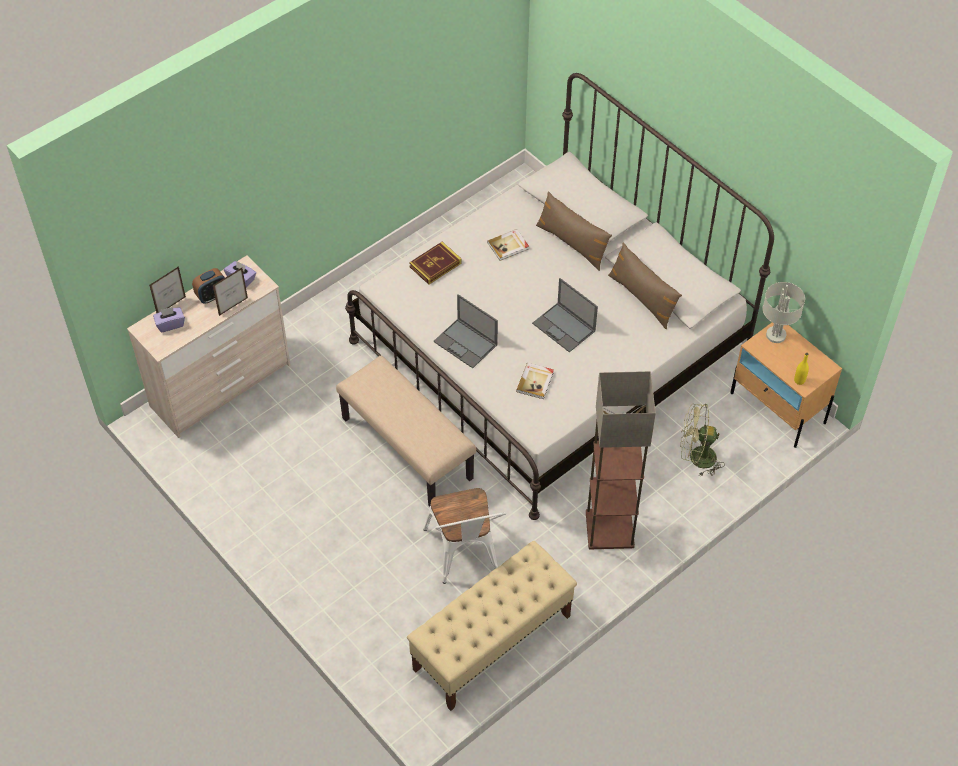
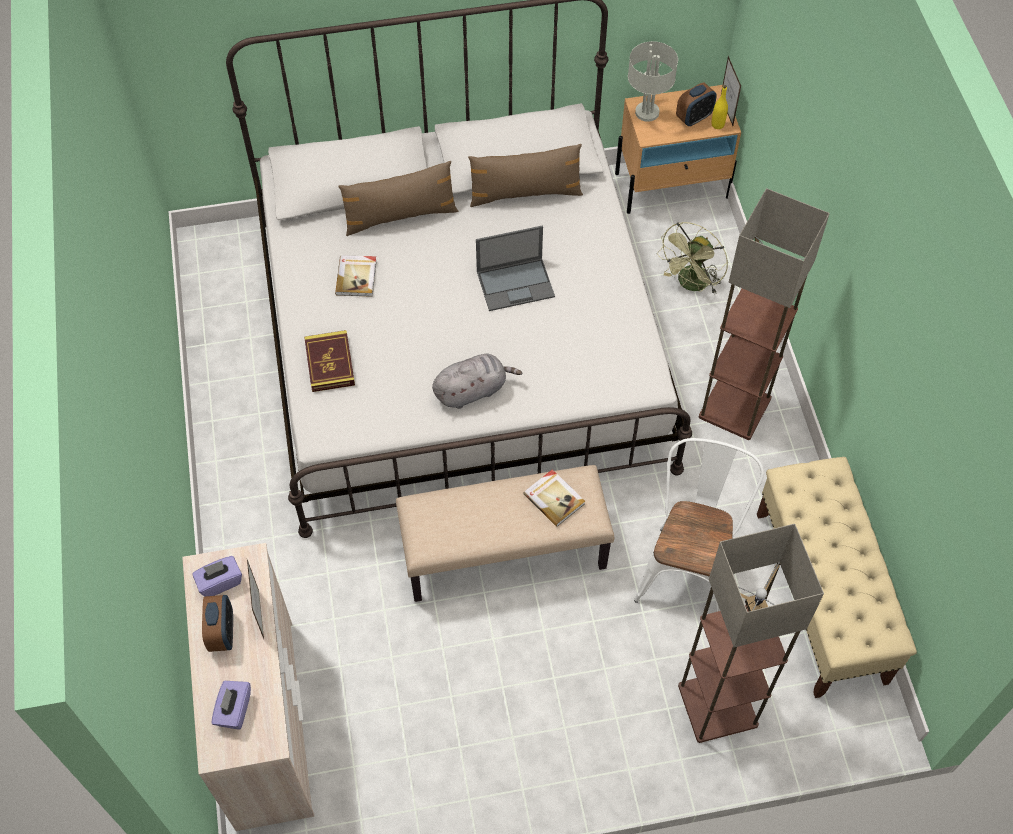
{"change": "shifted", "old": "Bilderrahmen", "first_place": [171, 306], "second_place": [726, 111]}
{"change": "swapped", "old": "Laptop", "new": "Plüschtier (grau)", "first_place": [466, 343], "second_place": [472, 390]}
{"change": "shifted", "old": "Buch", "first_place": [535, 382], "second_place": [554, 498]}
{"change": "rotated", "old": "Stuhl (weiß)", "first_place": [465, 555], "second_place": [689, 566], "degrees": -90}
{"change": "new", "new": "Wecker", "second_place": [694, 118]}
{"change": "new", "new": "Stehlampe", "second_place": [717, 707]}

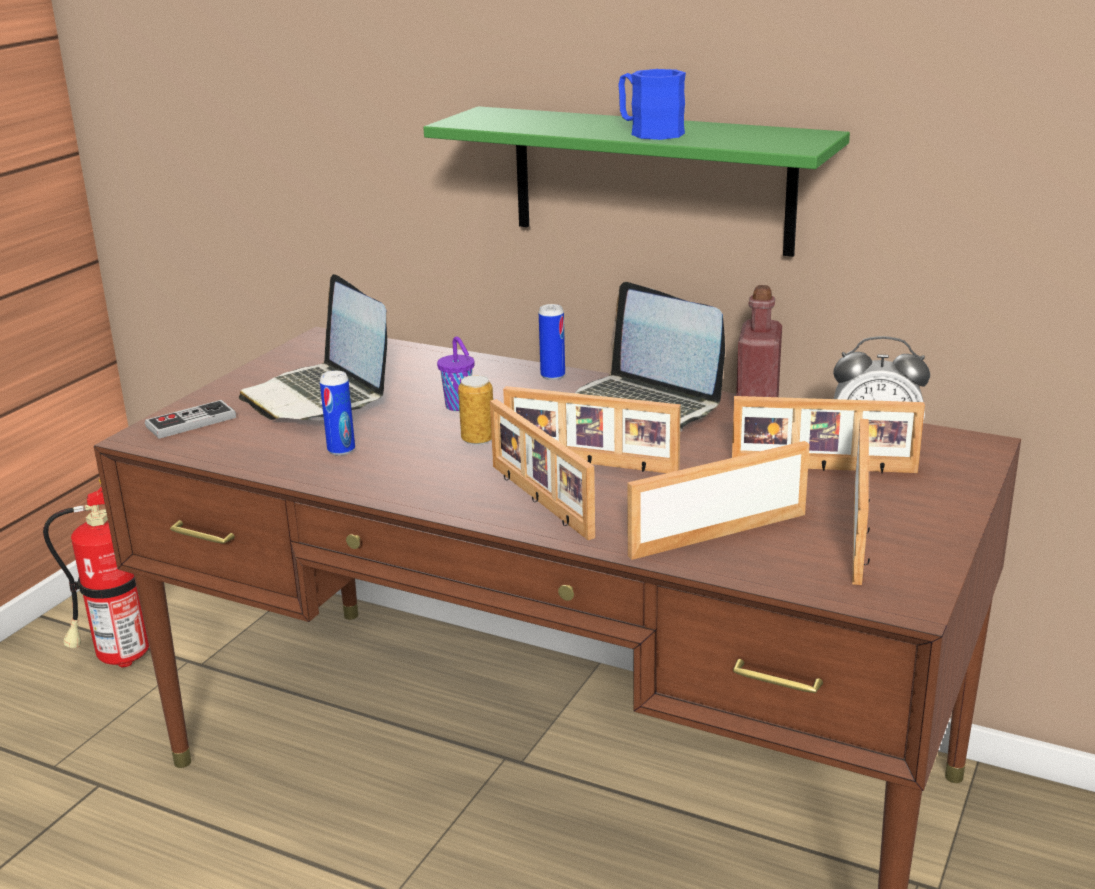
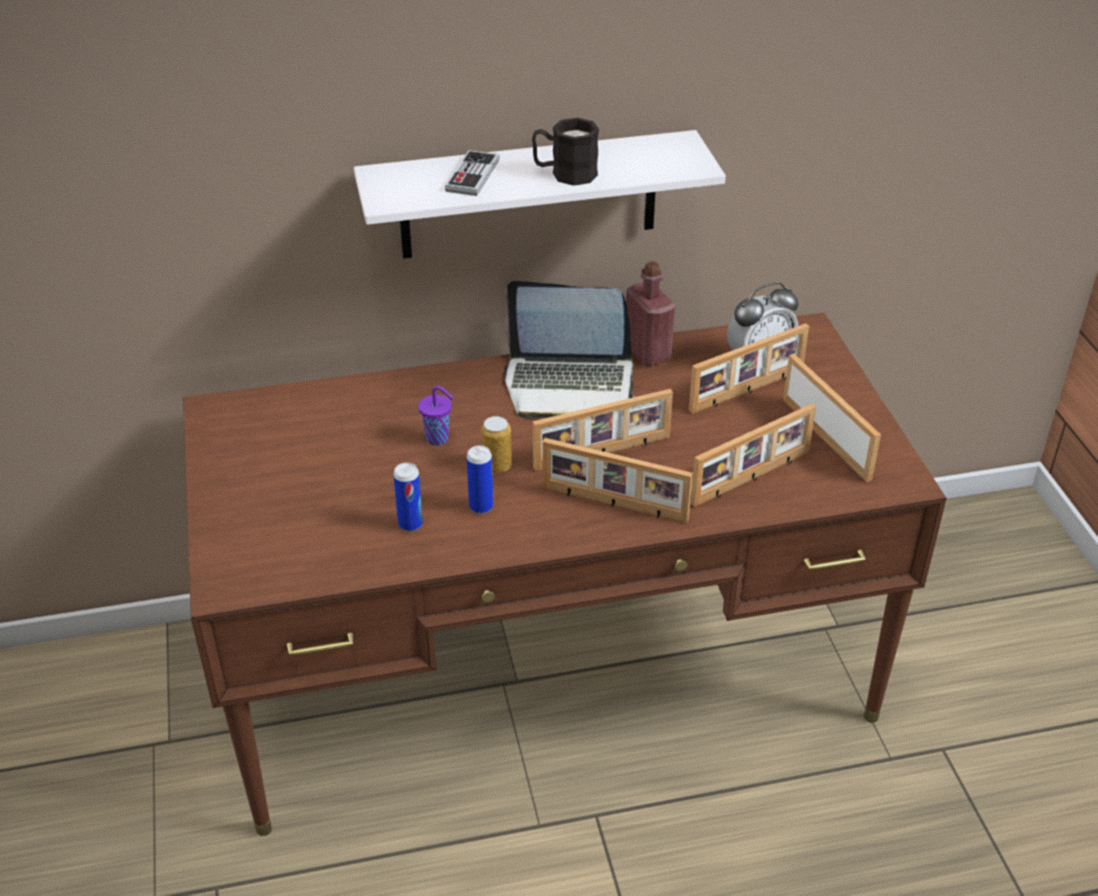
{"change": "repainted", "old": "Henkelbecher (blau)", "new": "Henkelbecher (schwarz)", "first_place": [648, 132], "second_place": [565, 173]}
{"change": "repainted", "old": "Wandregal (grün)", "new": "Wandregal (weiß)", "first_place": [651, 180], "second_place": [529, 195]}
{"change": "gone", "old": "Laptop", "first_place": [319, 397]}
{"change": "shifted", "old": "Dose", "first_place": [552, 376], "second_place": [481, 506]}
{"change": "shifted", "old": "Gamepad", "first_place": [191, 422], "second_place": [472, 176]}
{"change": "rotated", "old": "Bilderrahmen", "first_place": [716, 533], "second_place": [752, 478], "degrees": -150}
{"change": "gone", "old": "Feuerlöscher", "first_place": [117, 659]}

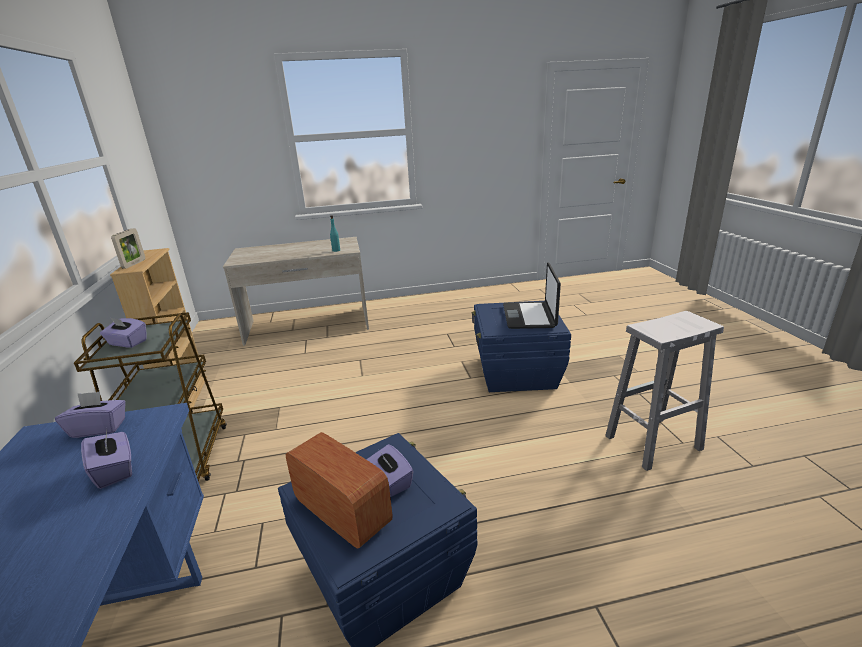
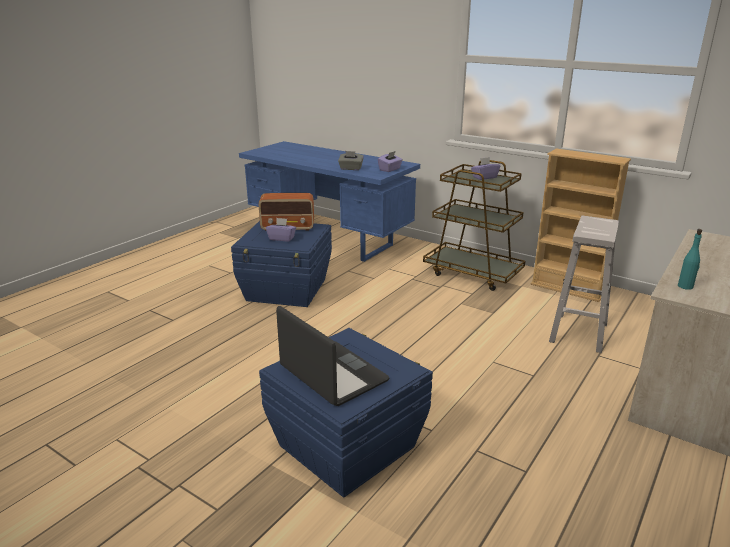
{"change": "gone", "old": "Bilderrahmen", "first_place": [134, 264]}
{"change": "shifted", "old": "Hocker (weiß)", "first_place": [652, 443], "second_place": [578, 332]}
{"change": "repainted", "old": "Taschentuchbox (lila)", "new": "Taschentuchbox (grau)", "first_place": [115, 470], "second_place": [350, 168]}

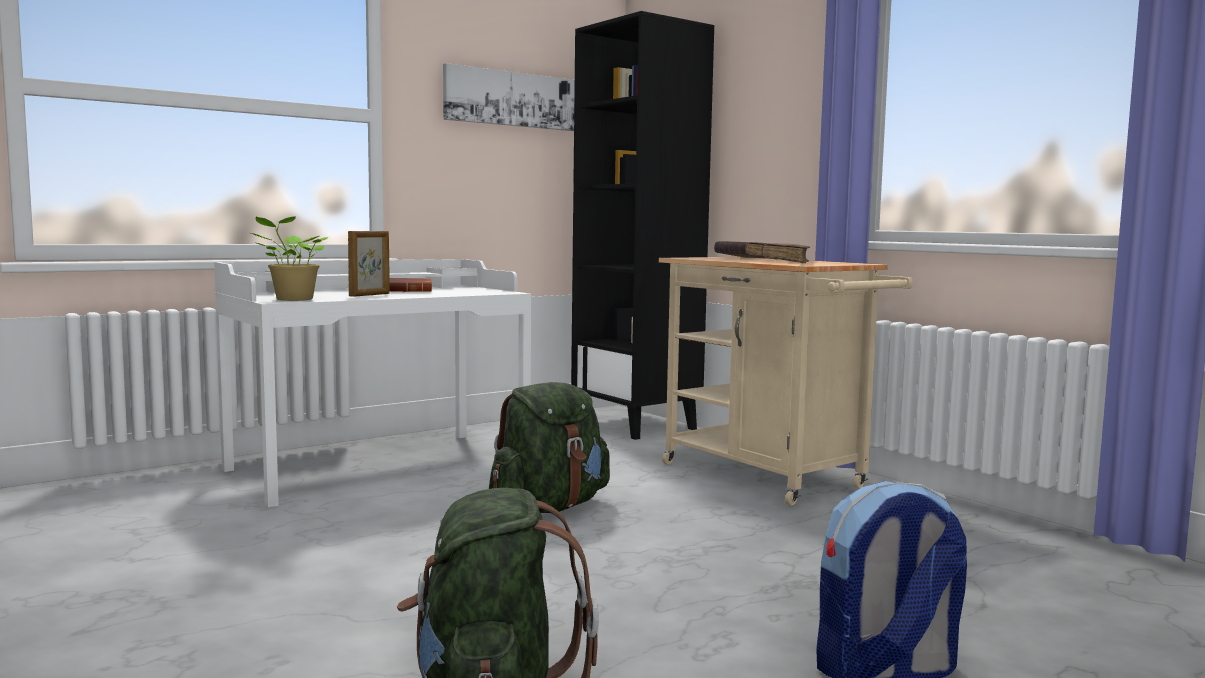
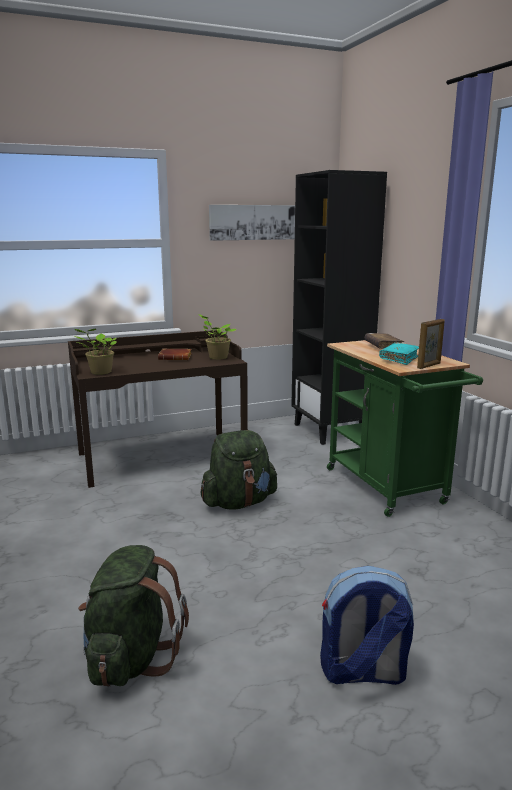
{"change": "shifted", "old": "Bilderrahmen", "first_place": [370, 295], "second_place": [429, 366]}
{"change": "repainted", "old": "Buch (braun)", "new": "Buch (türkis)", "first_place": [785, 262], "second_place": [399, 359]}
{"change": "repainted", "old": "Rollwagen (beige)", "new": "Rollwagen (grün)", "first_place": [771, 478], "second_place": [389, 489]}
{"change": "repainted", "old": "Schreibtisch (weiß)", "new": "Schreibtisch (braun)", "first_place": [378, 465], "second_place": [161, 457]}
{"change": "new", "new": "Topfpflanze", "second_place": [217, 357]}

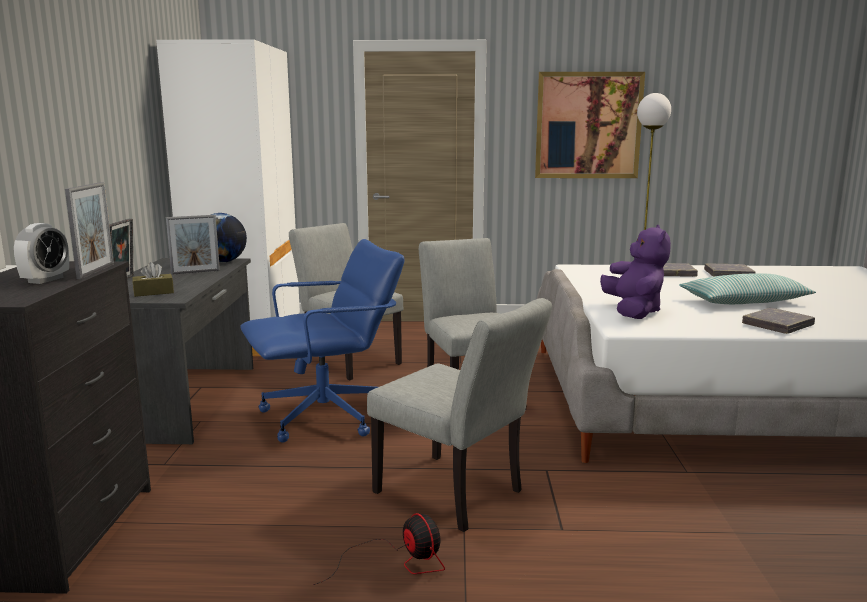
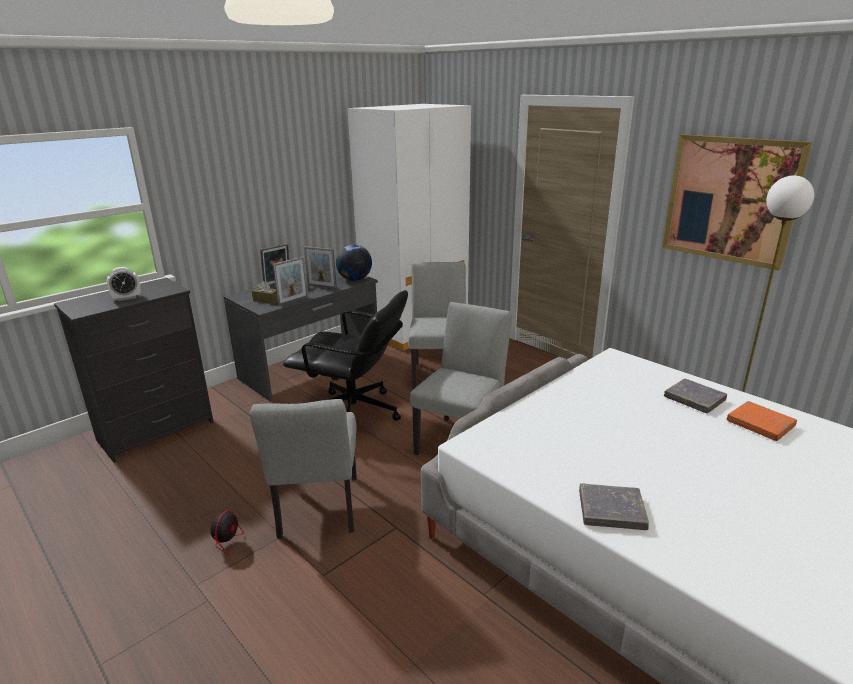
{"change": "shifted", "old": "Bilderrahmen", "first_place": [96, 271], "second_place": [293, 300]}
{"change": "gone", "old": "Plüschtier (lila)", "first_place": [633, 311]}
{"change": "repainted", "old": "Bürostuhl (blau)", "new": "Bürostuhl (schwarz)", "first_place": [326, 416], "second_place": [354, 414]}
{"change": "repainted", "old": "Buch (grau)", "new": "Buch (orange)", "first_place": [728, 274], "second_place": [760, 424]}
{"change": "gone", "old": "Kissen", "first_place": [744, 301]}

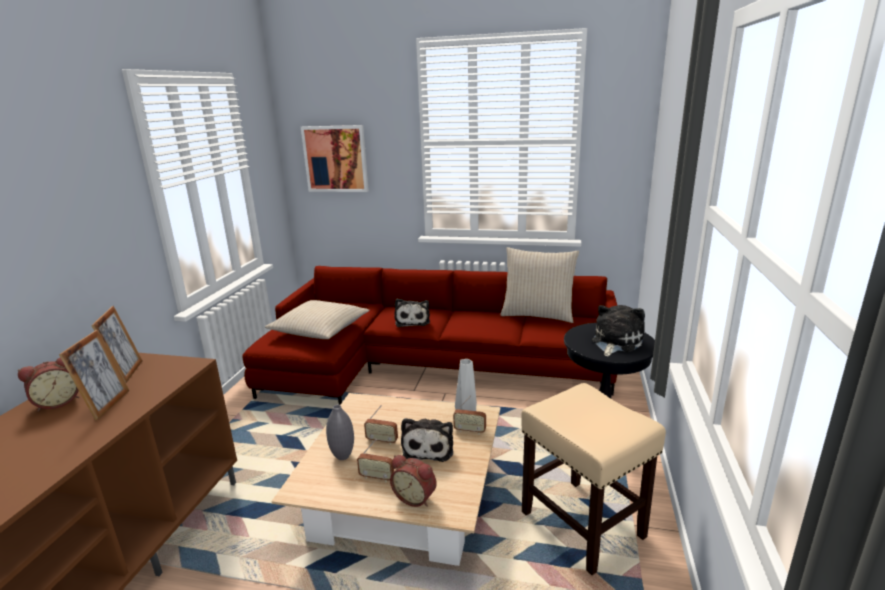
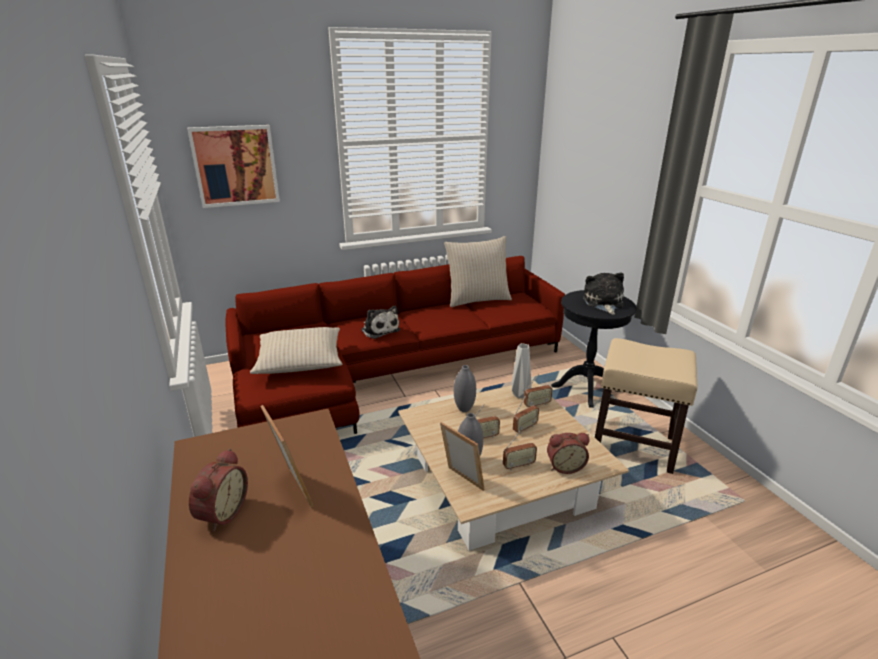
{"change": "shifted", "old": "Bilderrahmen", "first_place": [126, 373], "second_place": [461, 481]}
{"change": "swapped", "old": "Plüschtier", "new": "Radio", "first_place": [428, 447], "second_place": [524, 428]}
{"change": "new", "new": "Vase (grau)", "second_place": [464, 409]}

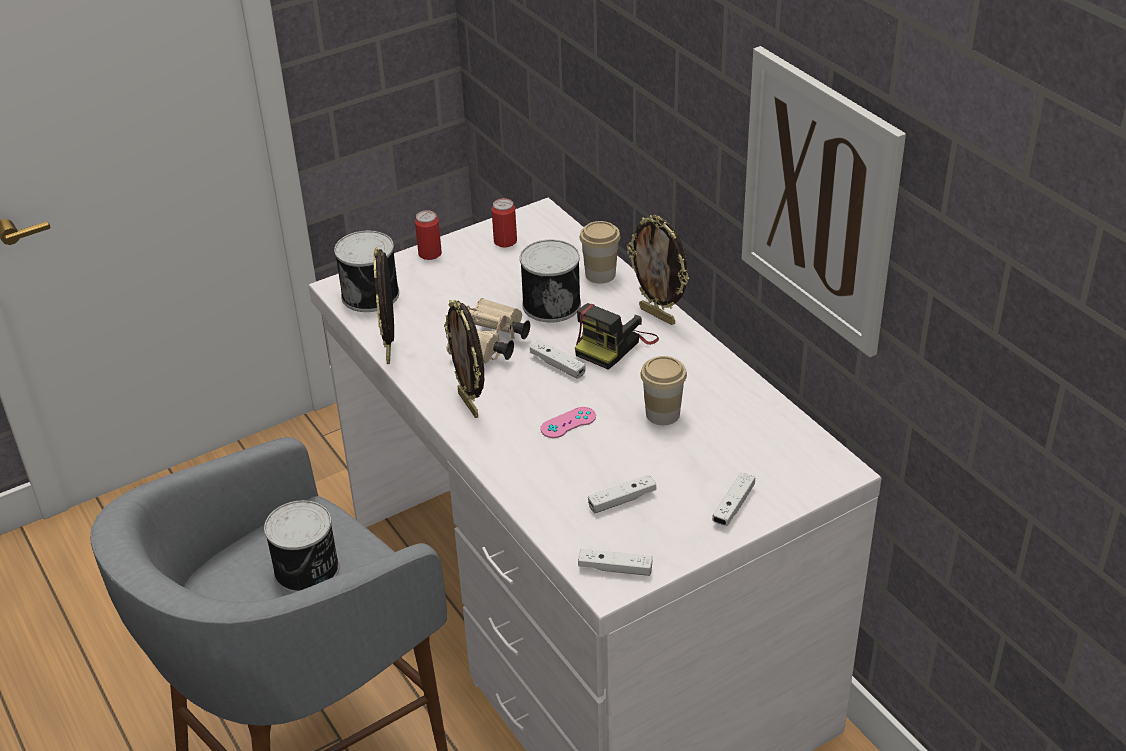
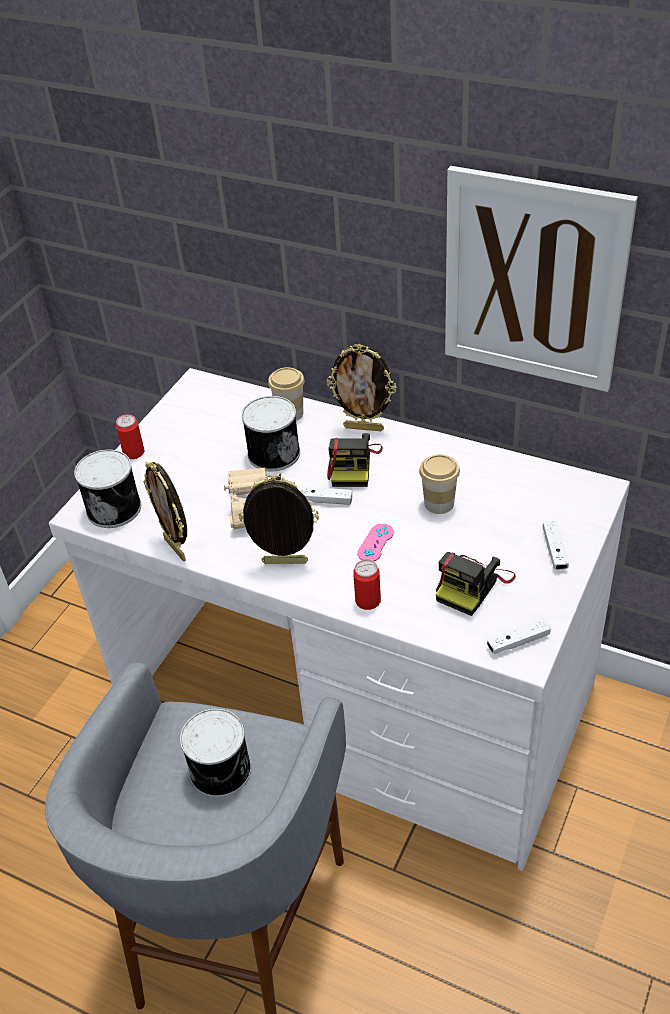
{"change": "shifted", "old": "Dose", "first_place": [505, 241], "second_place": [368, 601]}
{"change": "rotated", "old": "Bilderrahmen", "first_place": [470, 404], "second_place": [284, 564], "degrees": 150}
{"change": "swapped", "old": "Gamepad (weiß)", "new": "Kamera", "first_place": [622, 500], "second_place": [472, 585]}

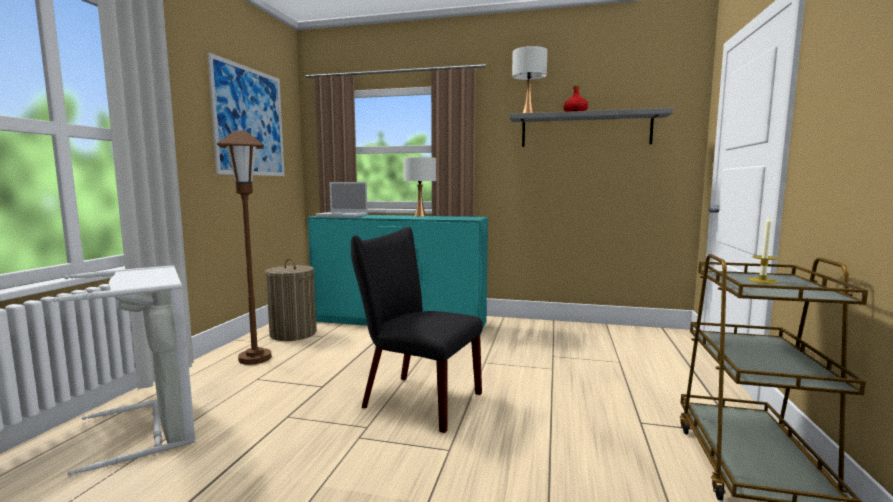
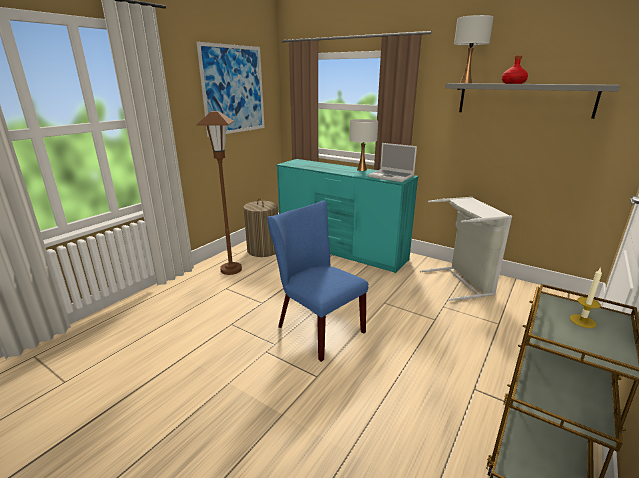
{"change": "shifted", "old": "Laptop", "first_place": [343, 216], "second_place": [392, 176]}
{"change": "repainted", "old": "Stuhl (schwarz)", "new": "Stuhl (blau)", "first_place": [415, 399], "second_place": [316, 327]}
{"change": "shifted", "old": "Wäschekorb (grau)", "first_place": [154, 427], "second_place": [462, 282]}

